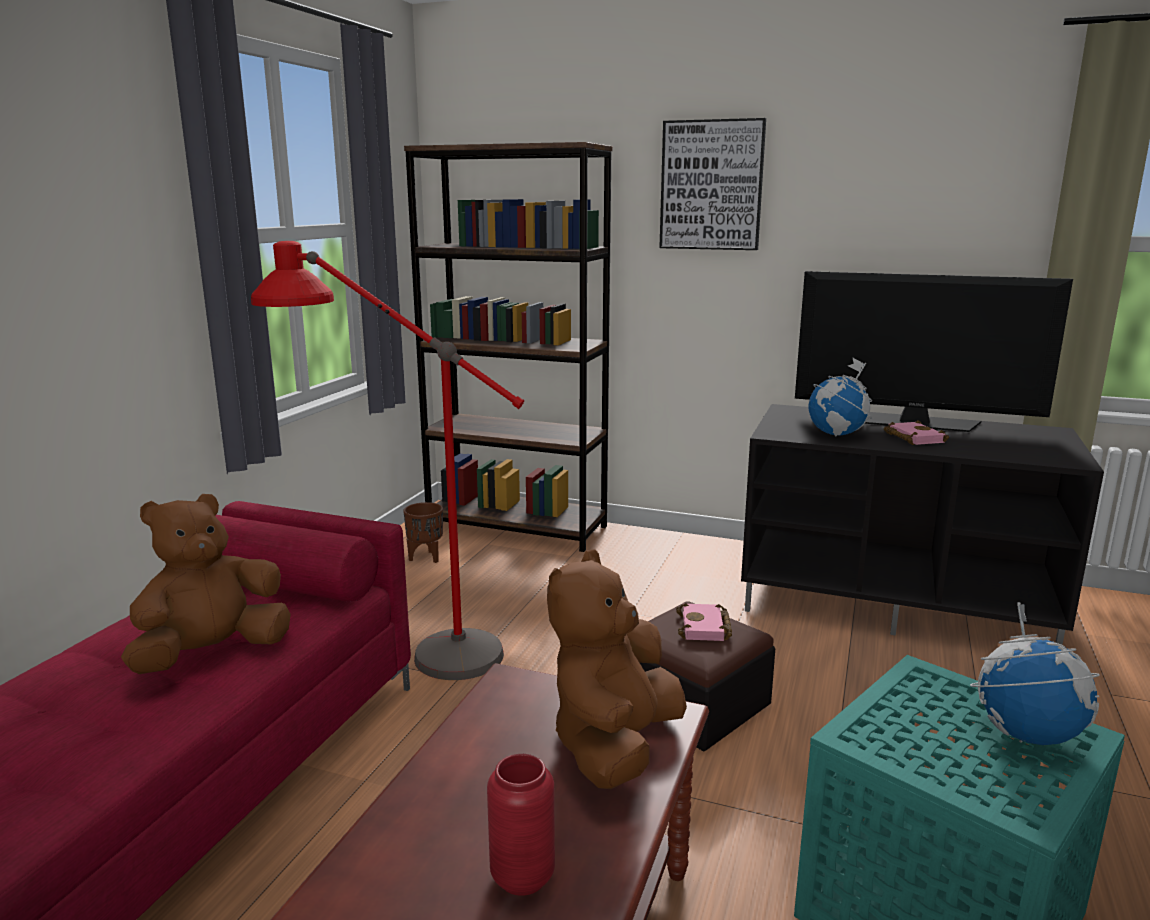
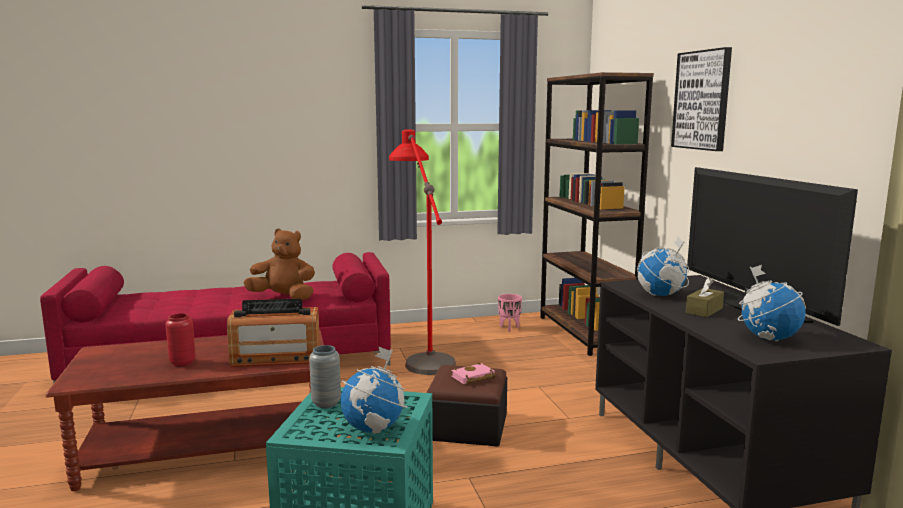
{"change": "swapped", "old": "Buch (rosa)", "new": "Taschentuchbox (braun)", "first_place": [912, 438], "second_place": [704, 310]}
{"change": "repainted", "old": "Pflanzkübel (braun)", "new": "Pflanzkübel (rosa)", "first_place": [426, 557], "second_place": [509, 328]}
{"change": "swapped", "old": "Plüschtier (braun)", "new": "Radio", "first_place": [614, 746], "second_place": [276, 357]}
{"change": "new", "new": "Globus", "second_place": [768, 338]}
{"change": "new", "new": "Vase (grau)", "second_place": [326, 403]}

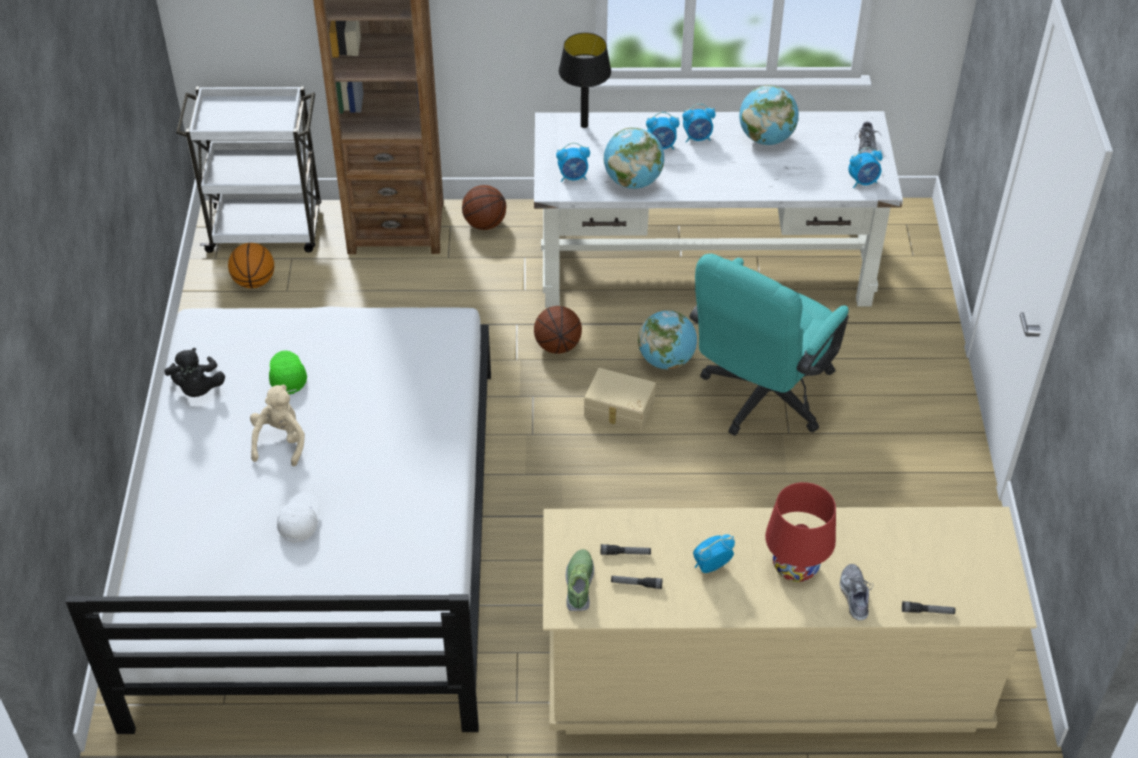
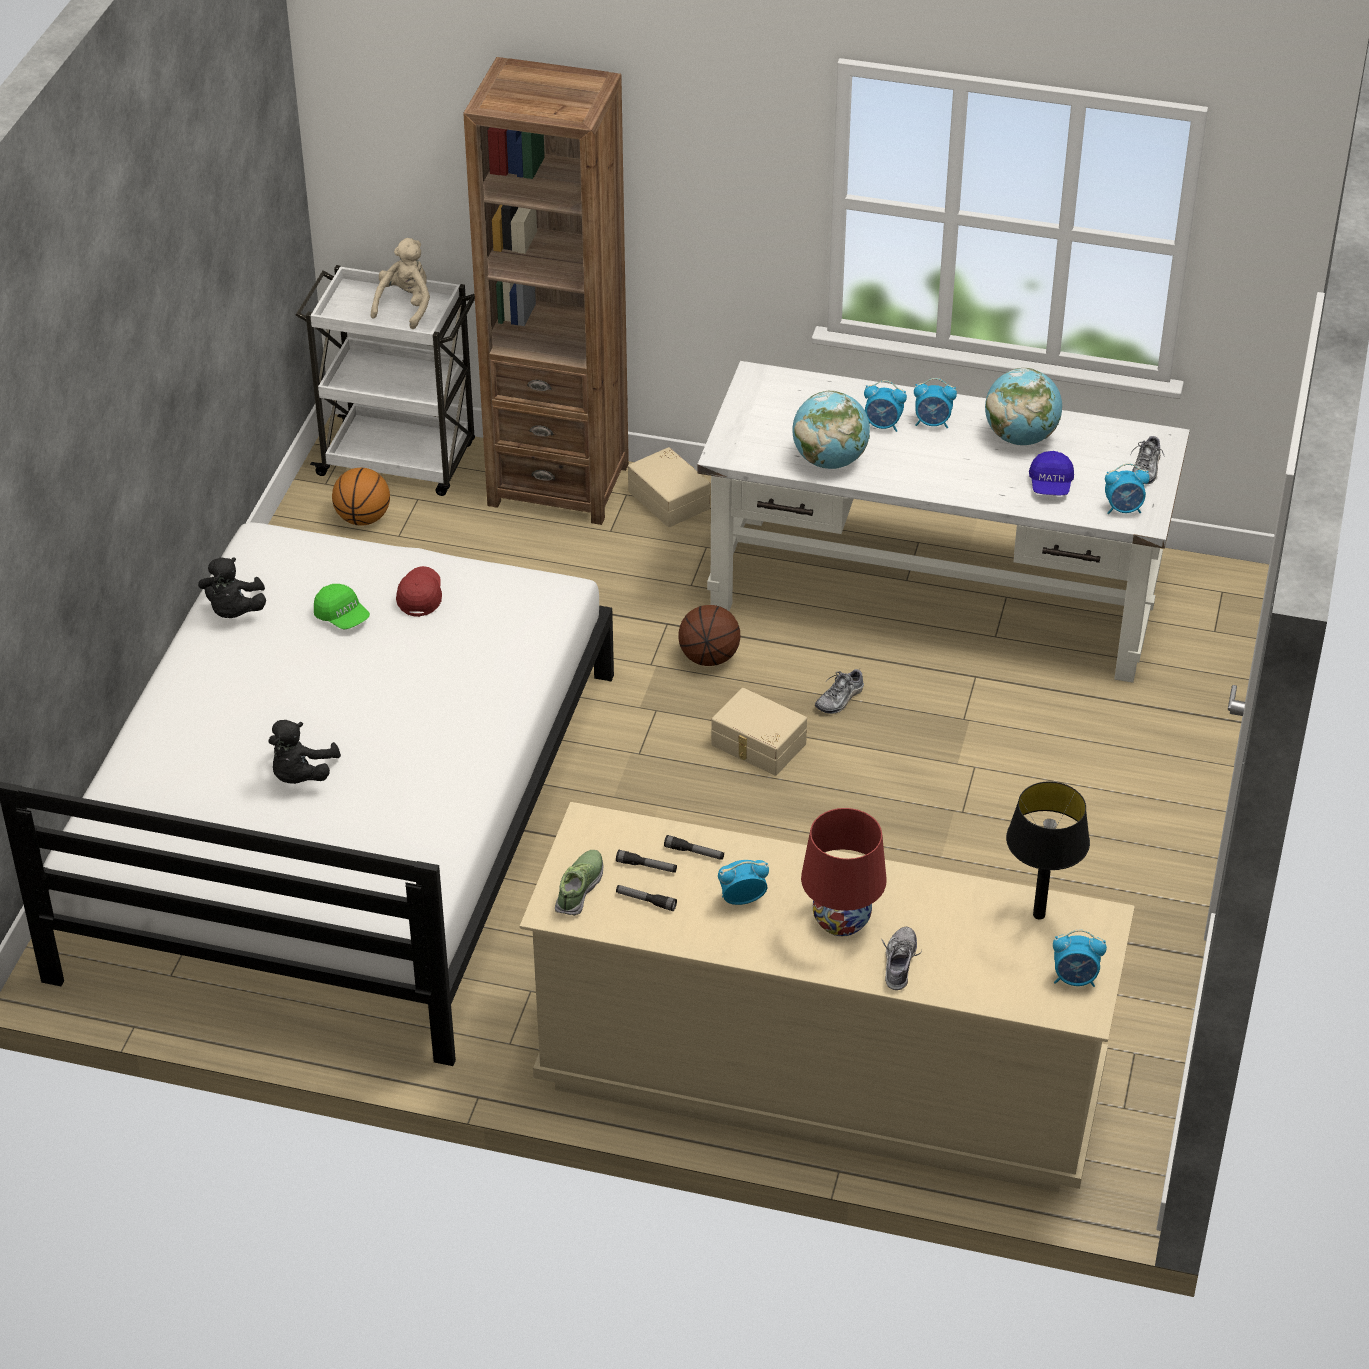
{"change": "shifted", "old": "Tischlampe (schwarz)", "first_place": [584, 125], "second_place": [1039, 914]}
{"change": "shifted", "old": "Wecker", "first_place": [573, 177], "second_place": [1075, 979]}
{"change": "swapped", "old": "Basketball", "new": "Aufbewahrungsbox (beige)", "first_place": [484, 224], "second_place": [670, 499]}
{"change": "gone", "old": "Bürostuhl (türkis)", "first_place": [760, 399]}
{"change": "swapped", "old": "Globus", "new": "Schuh", "first_place": [666, 360], "second_place": [840, 699]}
{"change": "rotated", "old": "Kappe (grün)", "first_place": [287, 376], "second_place": [342, 617], "degrees": 135}
{"change": "shifted", "old": "Plüschtier (beige)", "first_place": [280, 441], "second_place": [406, 307]}
{"change": "swapped", "old": "Kappe (weiß)", "new": "Plüschtier (schwarz)", "first_place": [300, 521], "second_place": [301, 775]}
{"change": "shifted", "old": "Taschenlampe", "first_place": [927, 611], "second_place": [694, 852]}
{"change": "new", "new": "Kappe (blau)", "second_place": [1050, 485]}
{"change": "new", "new": "Kappe (rot)", "second_place": [420, 597]}

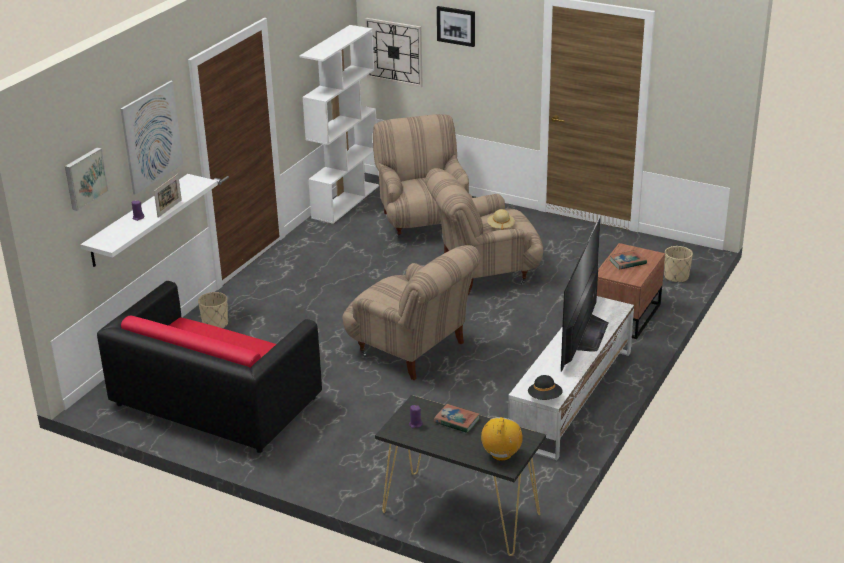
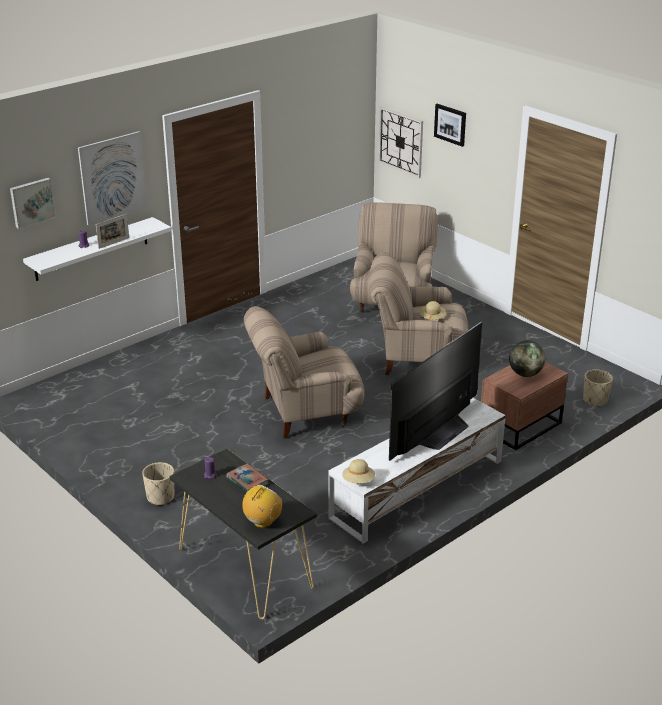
{"change": "gone", "old": "Bücherregal (weiß)", "first_place": [345, 201]}
{"change": "rotated", "old": "Sessel (beige)", "first_place": [412, 349], "second_place": [305, 412], "degrees": 105}
{"change": "swapped", "old": "Buch", "new": "Globus", "first_place": [627, 262], "second_place": [525, 374]}
{"change": "gone", "old": "Sofa", "first_place": [215, 402]}
{"change": "shifted", "old": "Pflanzkübel (beige)", "first_place": [215, 324], "second_place": [160, 497]}
{"change": "repainted", "old": "Hut (schwarz)", "new": "Hut (beige)", "first_place": [545, 397], "second_place": [358, 481]}

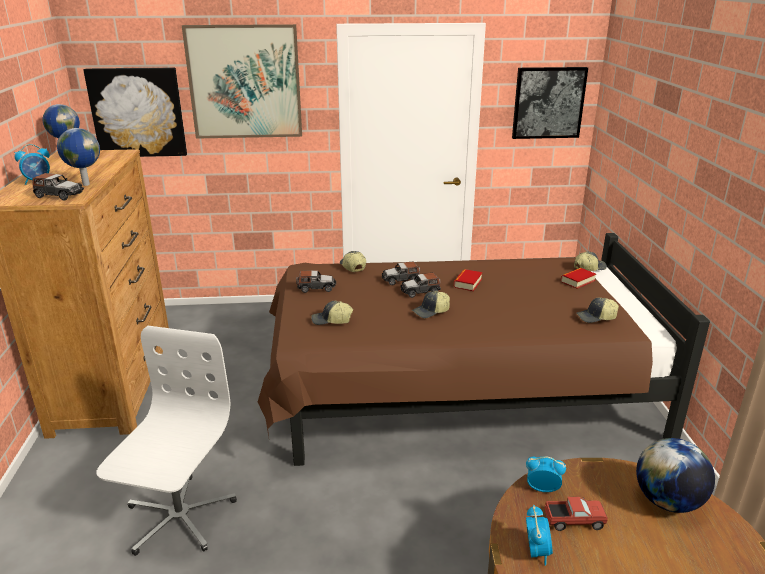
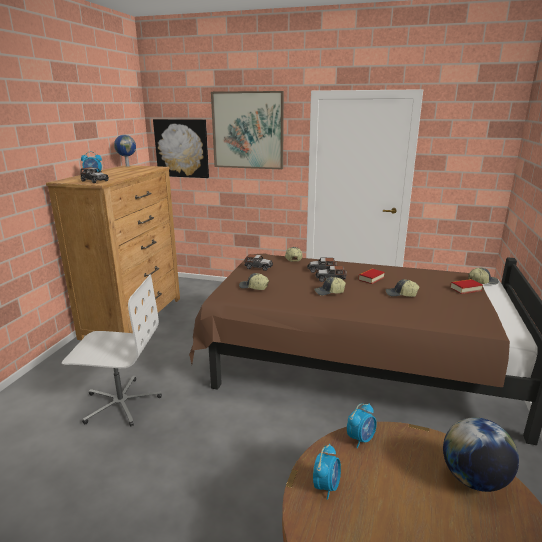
{"change": "gone", "old": "Bild", "first_place": [548, 103]}
{"change": "gone", "old": "Globus", "first_place": [85, 184]}
{"change": "shifted", "old": "Kappe", "first_place": [596, 318], "second_place": [401, 294]}
{"change": "rotated", "old": "Bürostuhl (weiß)", "first_place": [178, 517], "second_place": [121, 403], "degrees": 60}
{"change": "rotated", "old": "Wecker", "first_place": [542, 488], "second_place": [361, 439], "degrees": 105}
{"change": "gone", "old": "Spielzeuglaster", "first_place": [574, 521]}

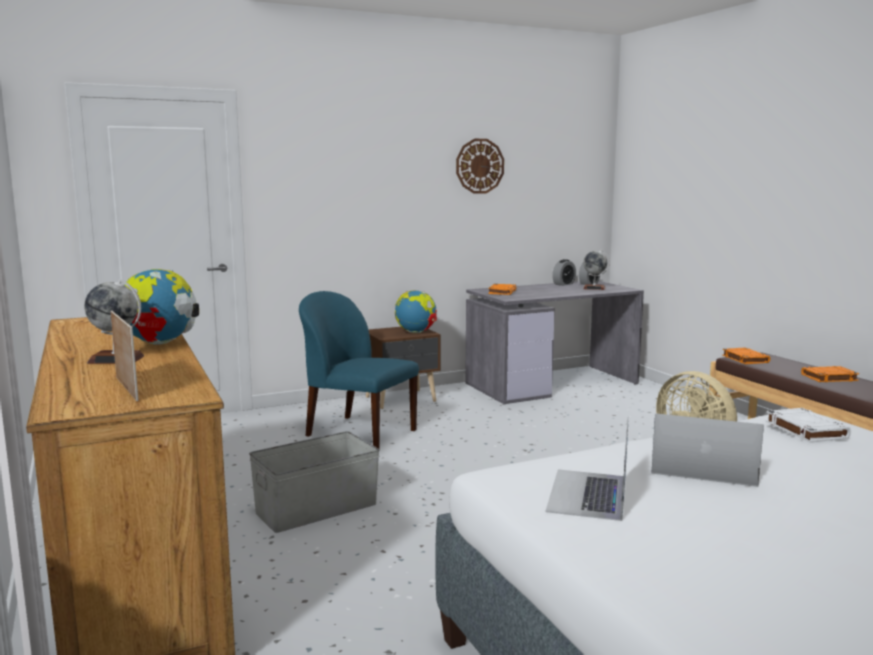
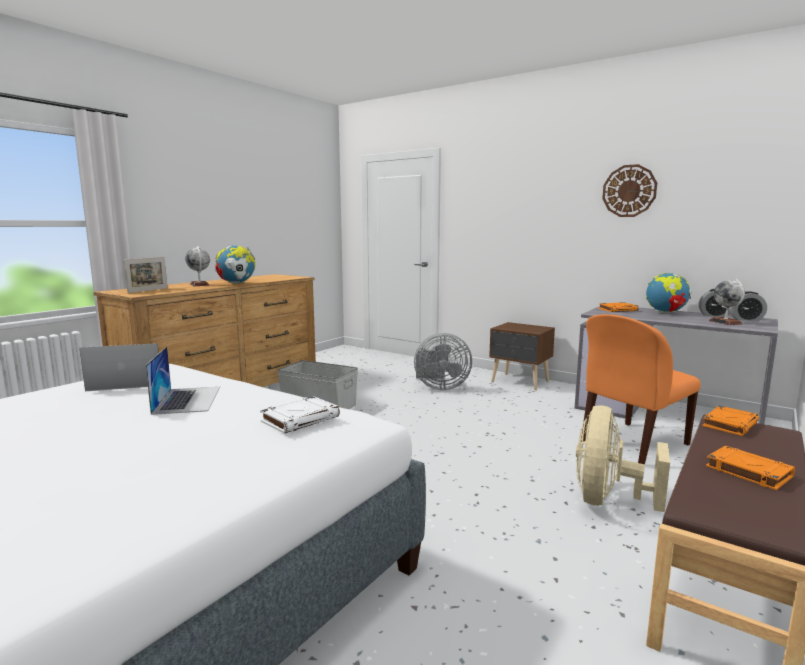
{"change": "shifted", "old": "Globus", "first_place": [416, 332], "second_place": [666, 313]}
{"change": "swapped", "old": "Stuhl (blau)", "new": "Ventilator (grau)", "first_place": [359, 433], "second_place": [439, 387]}
{"change": "new", "new": "Stuhl (orange)", "second_place": [632, 444]}

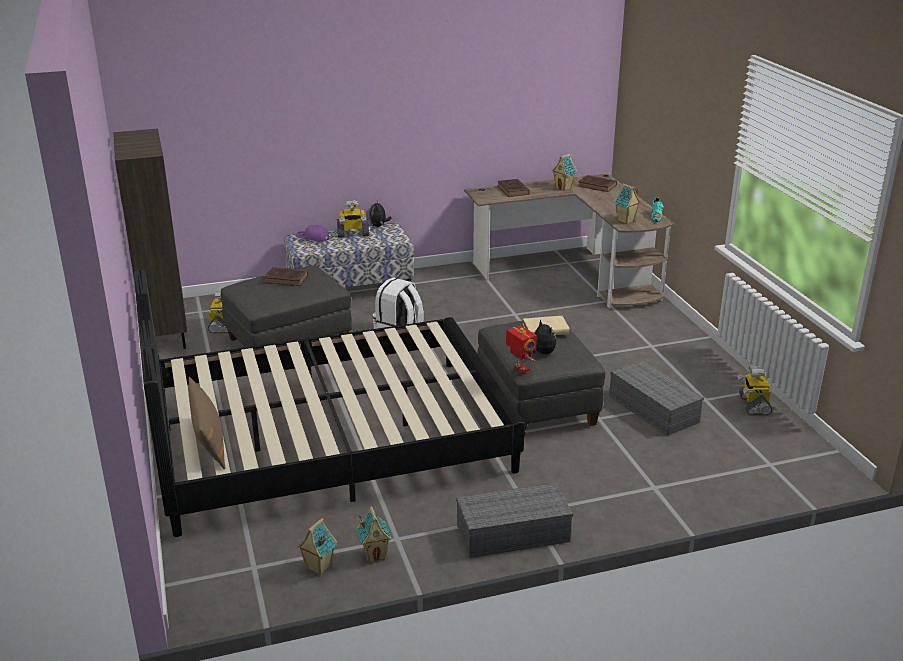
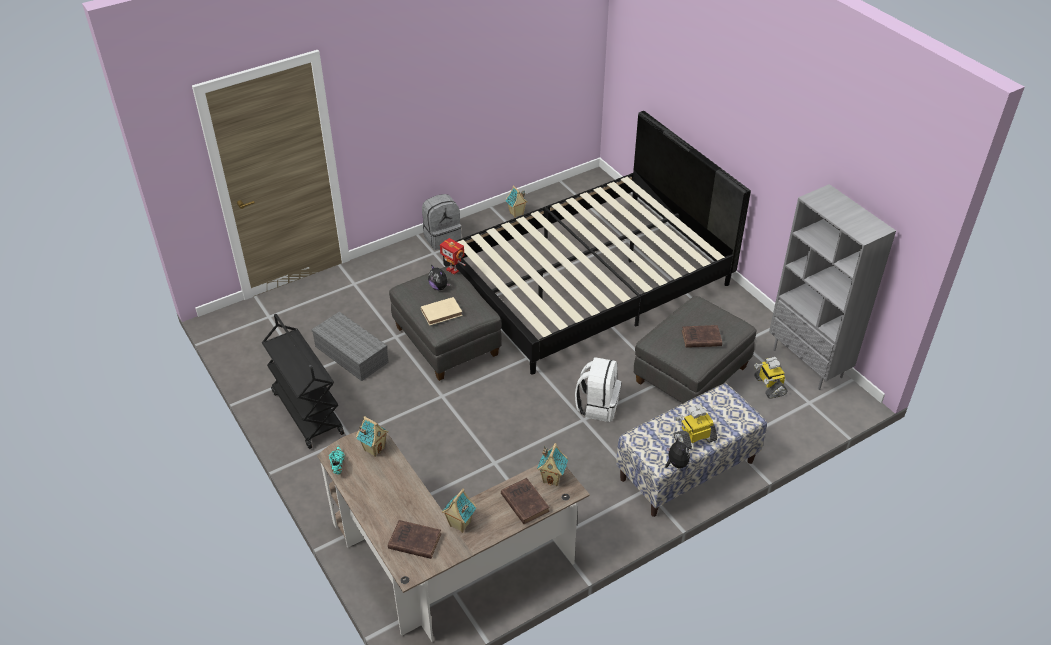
{"change": "repainted", "old": "Bücherregal (braun)", "new": "Bücherregal (grau)", "first_place": [164, 334], "second_place": [808, 363]}
{"change": "gone", "old": "Kappe (lila)", "first_place": [312, 238]}
{"change": "gone", "old": "Spielzeugroboter", "first_place": [753, 405]}
{"change": "gone", "old": "Kissen (braun)", "first_place": [209, 442]}
{"change": "swapped", "old": "Aufbewahrungsbox (grau)", "new": "Rucksack (grau)", "first_place": [511, 534], "second_place": [442, 237]}
{"change": "shifted", "old": "Spielzeughaus", "first_place": [318, 567], "second_place": [552, 478]}
{"change": "new", "new": "Rollwagen (schwarz)", "second_place": [307, 412]}

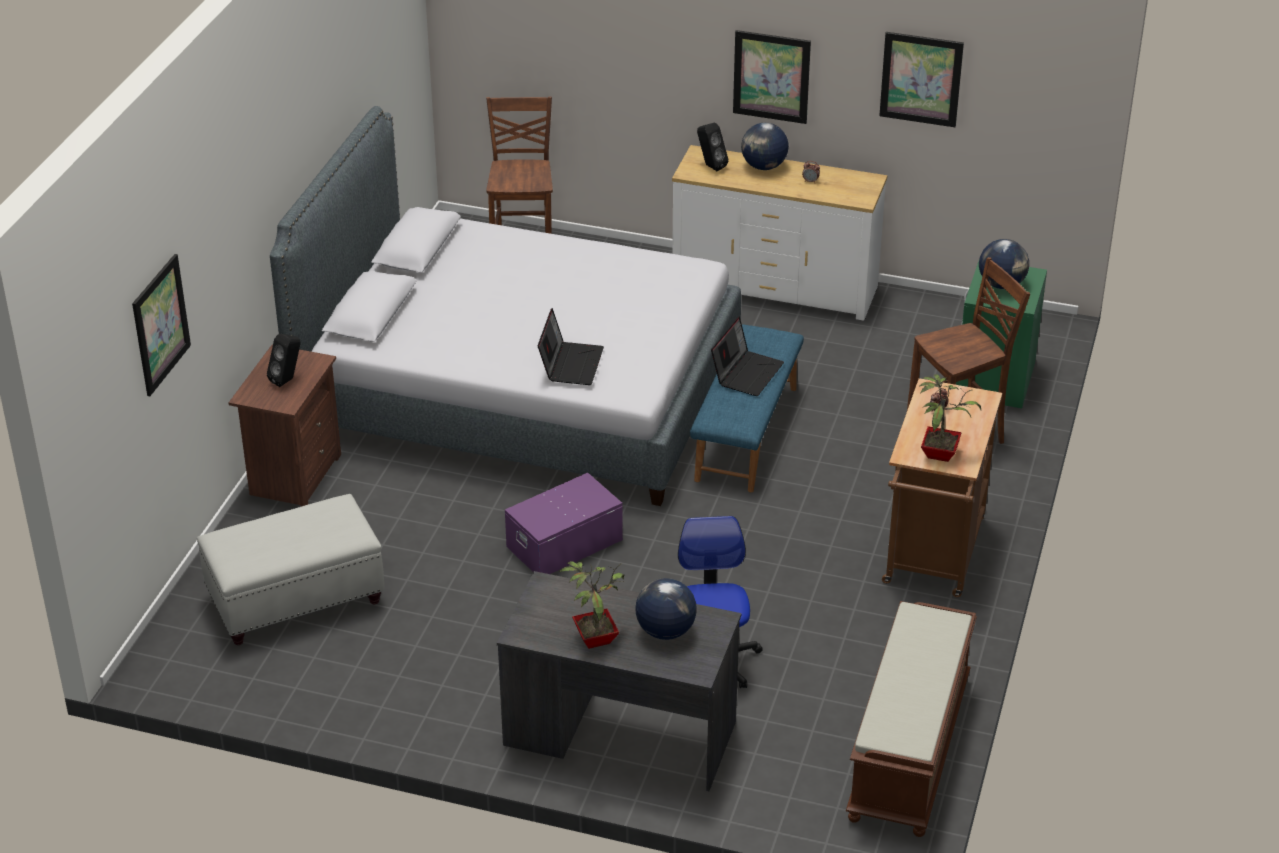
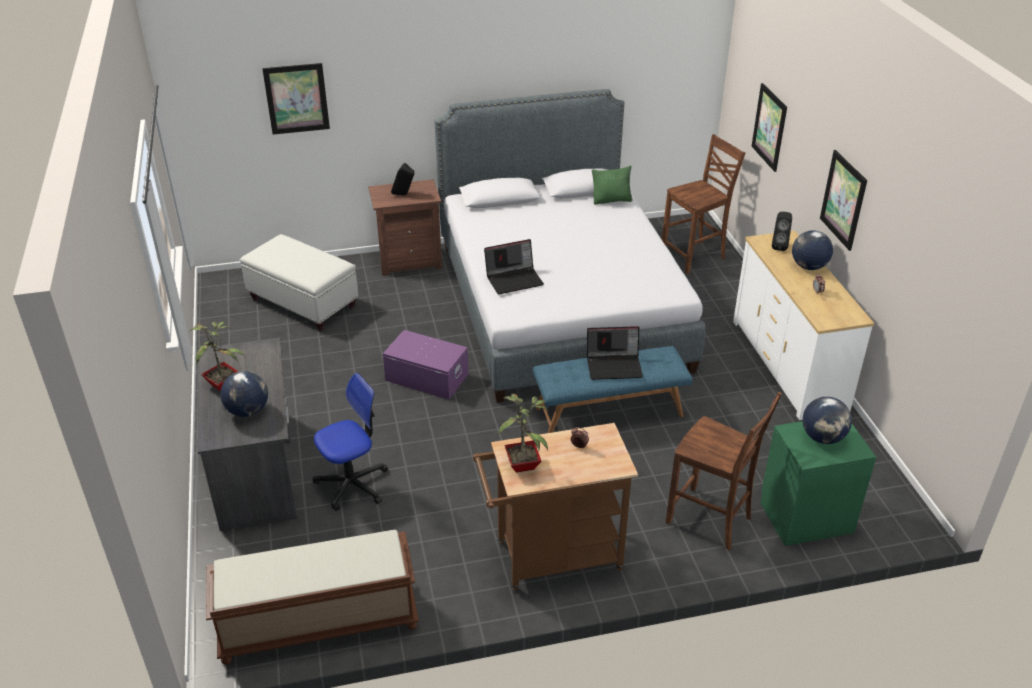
{"change": "shifted", "old": "Bild", "first_place": [921, 79], "second_place": [769, 127]}
{"change": "new", "new": "Kissen (grün)", "second_place": [611, 200]}

